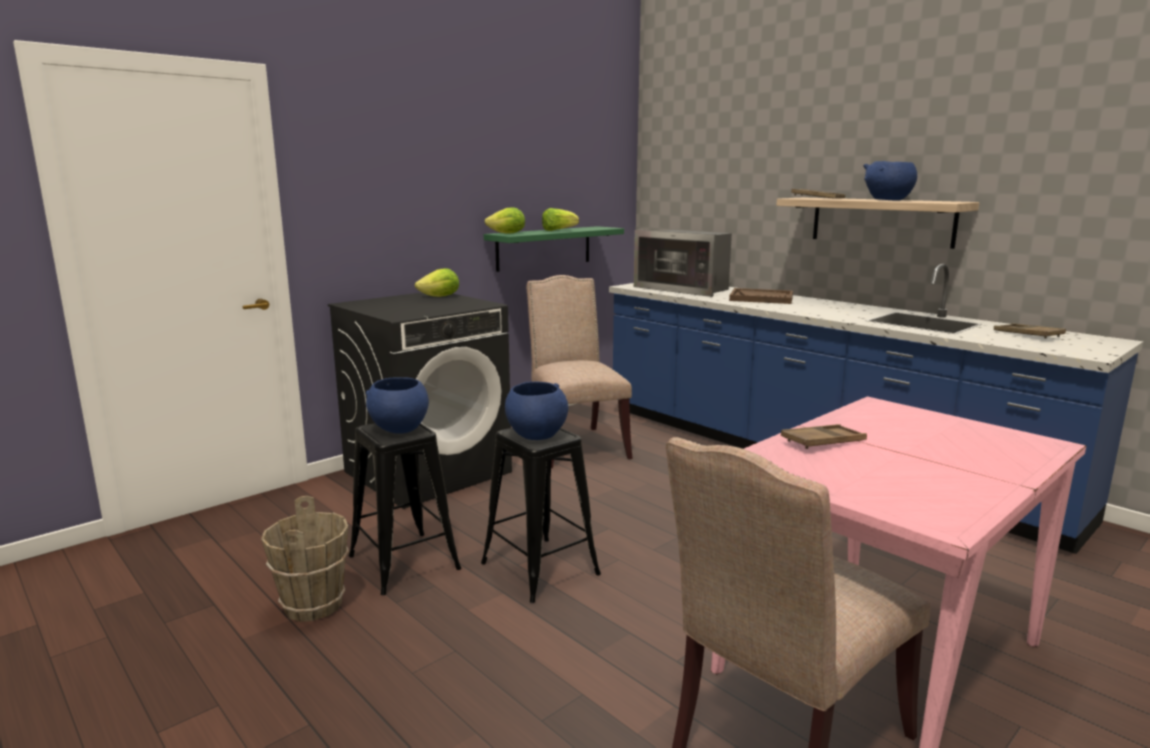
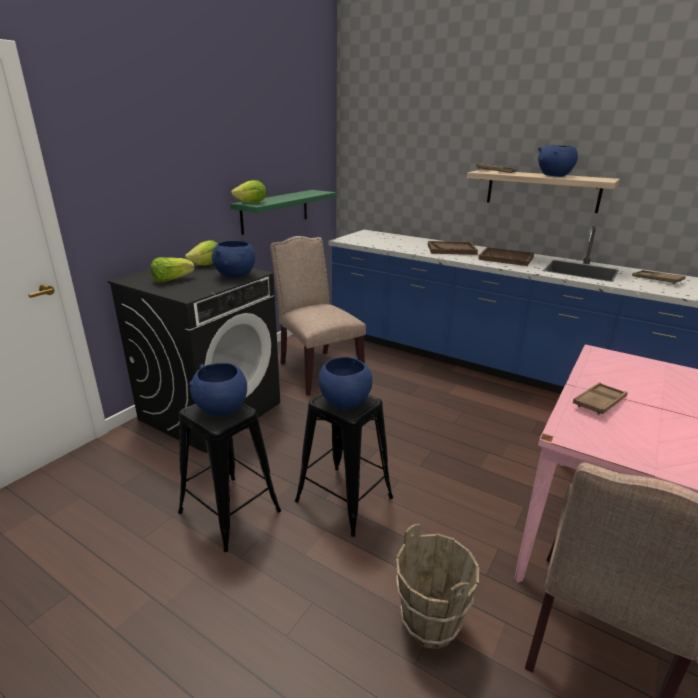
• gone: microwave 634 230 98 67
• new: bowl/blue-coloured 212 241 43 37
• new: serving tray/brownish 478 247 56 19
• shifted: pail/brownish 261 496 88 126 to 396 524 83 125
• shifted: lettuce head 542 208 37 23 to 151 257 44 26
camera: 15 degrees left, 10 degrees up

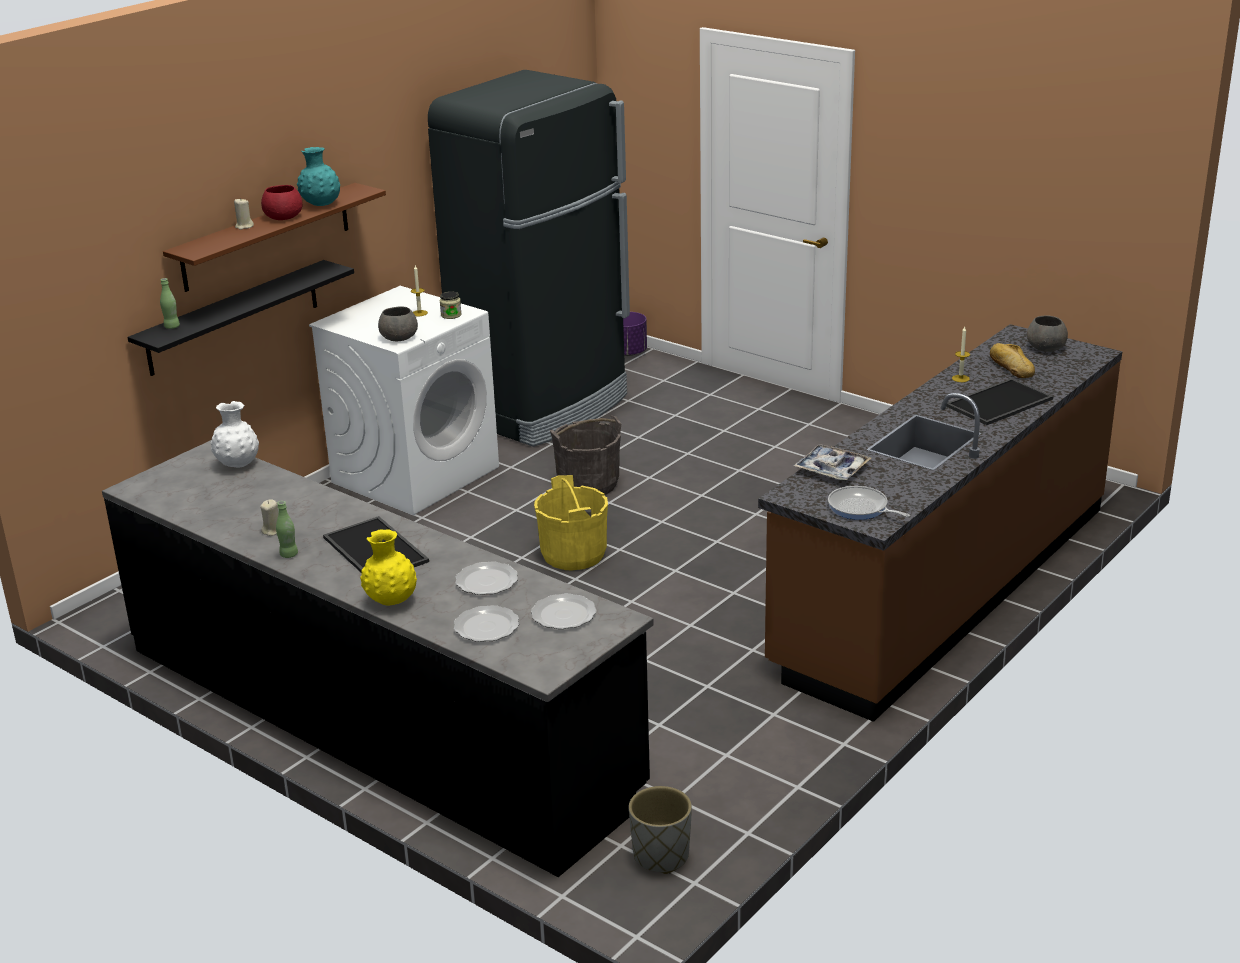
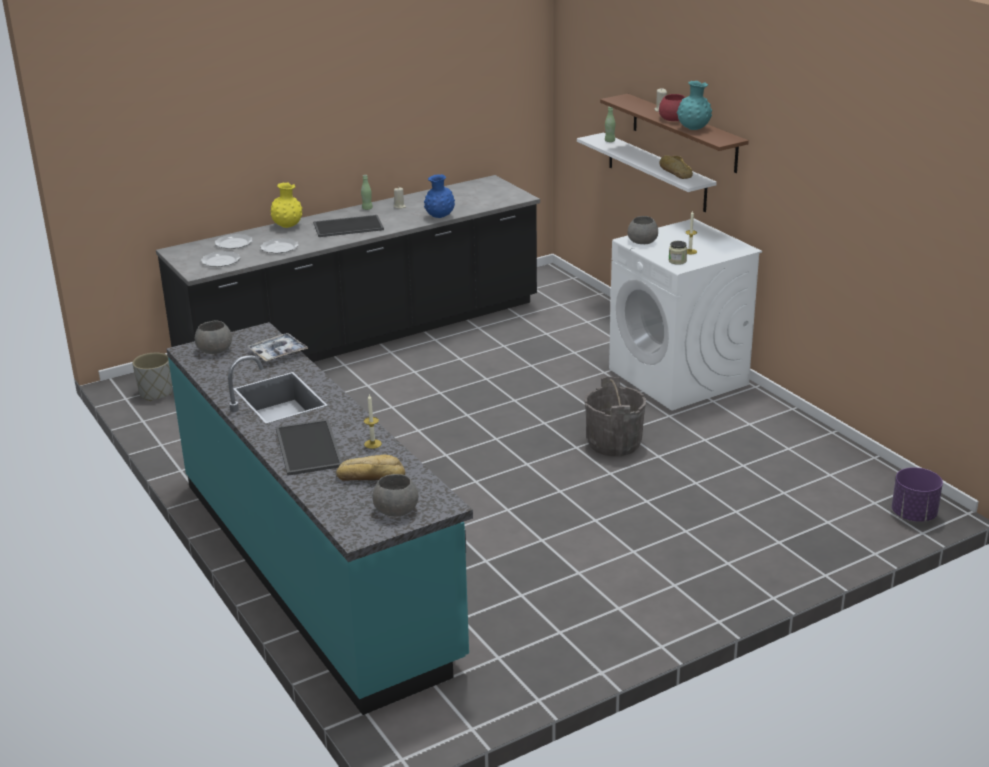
• gone: flower vase/whitish 211 401 48 66
• gone: fridge/black 428 70 202 377
• gone: pail/yellowish 534 475 74 96
• new: flower vase/blue-coloured 424 174 31 44
• new: bakery bread 660 155 33 24
• swapped: skillet 828 486 82 34 to bowl/gray 195 321 37 33
• repainted: wall shelf/black 128 260 226 116 to wall shelf/whitish 577 133 140 79
• repainted: kitchen counter/brownish 758 324 364 398 to kitchen counter/turquoise-coloured 167 322 306 393
camera: 110 degrees right, 0 degrees up

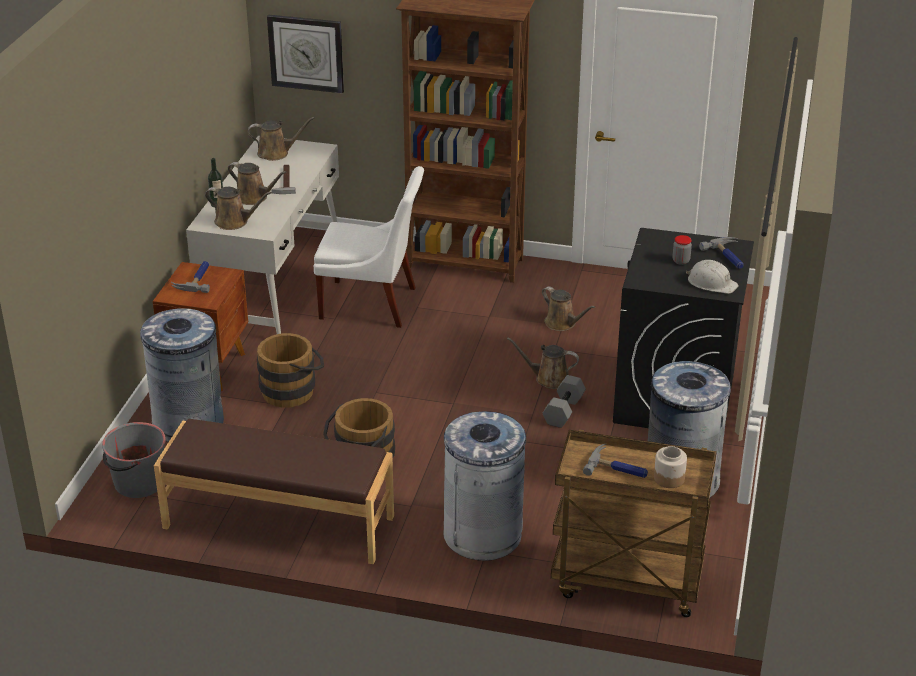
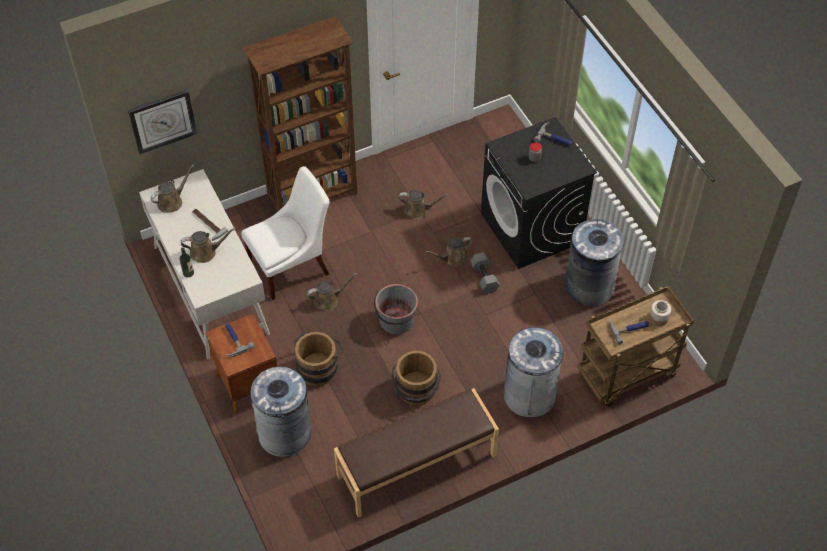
• gone: work helmet/whitish 686 260 53 34
• shifted: pail/gray 102 422 64 76 to 374 284 44 51
• shifted: sprinkling can/brownish 205 187 67 43 to 307 273 50 38
camera: 40 degrees left, 20 degrees up

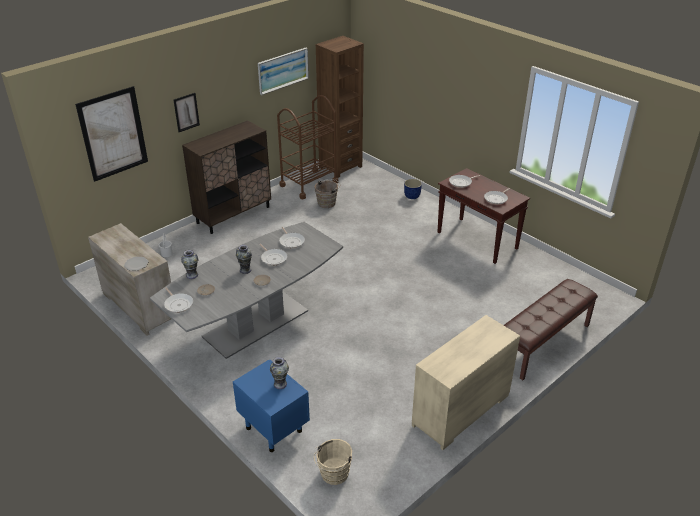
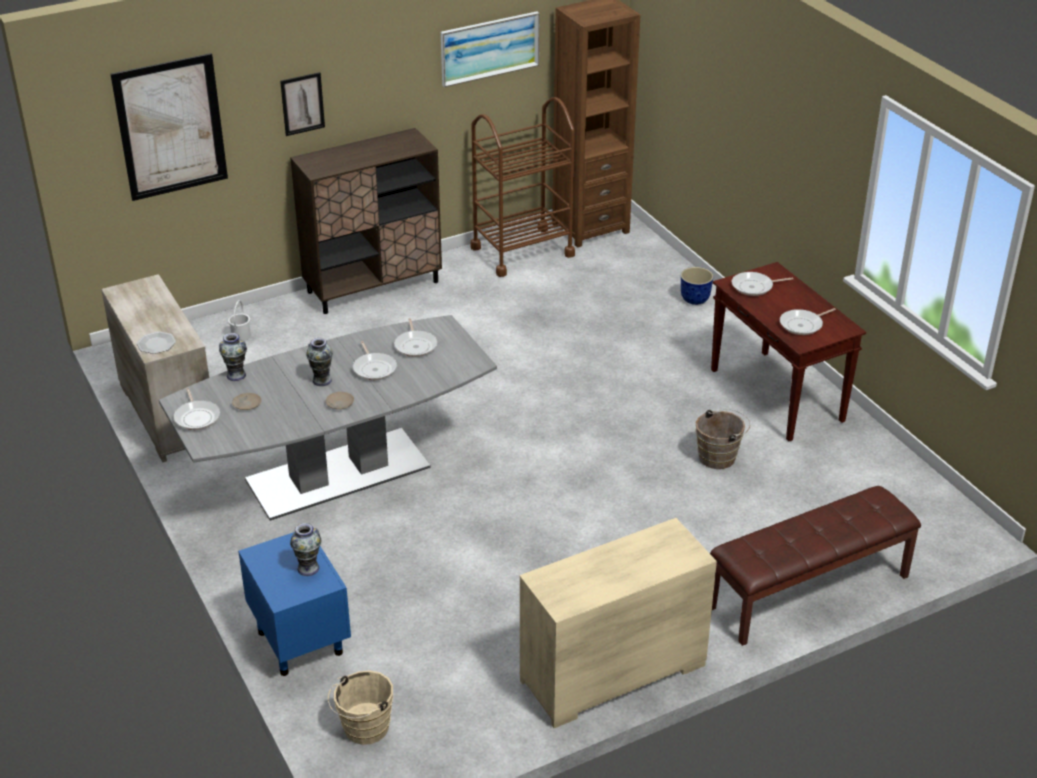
• shifted: pail/brownish 315 179 25 29 to 695 409 55 60
camera: 15 degrees right, 0 degrees up

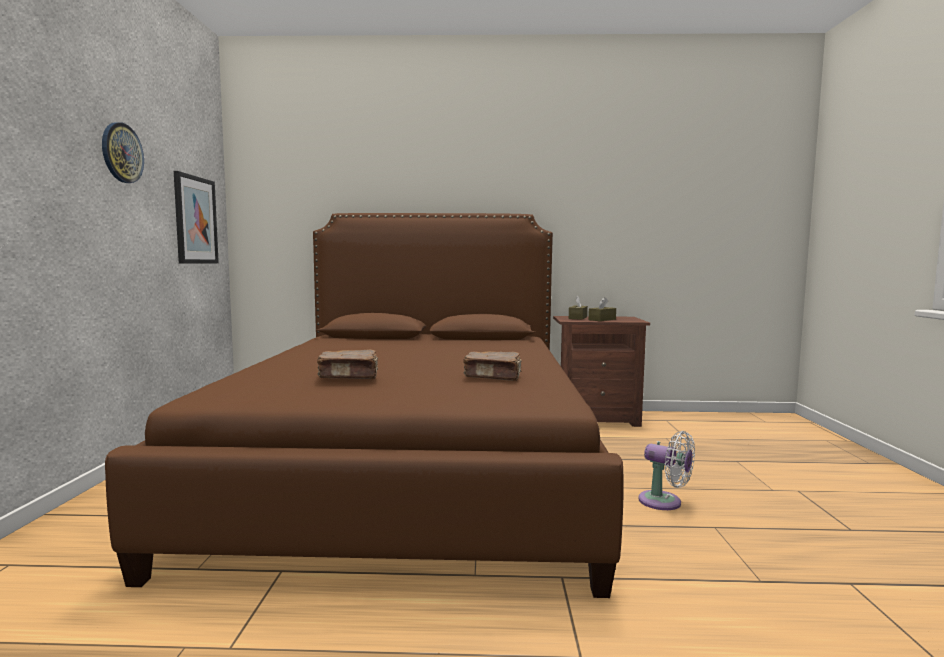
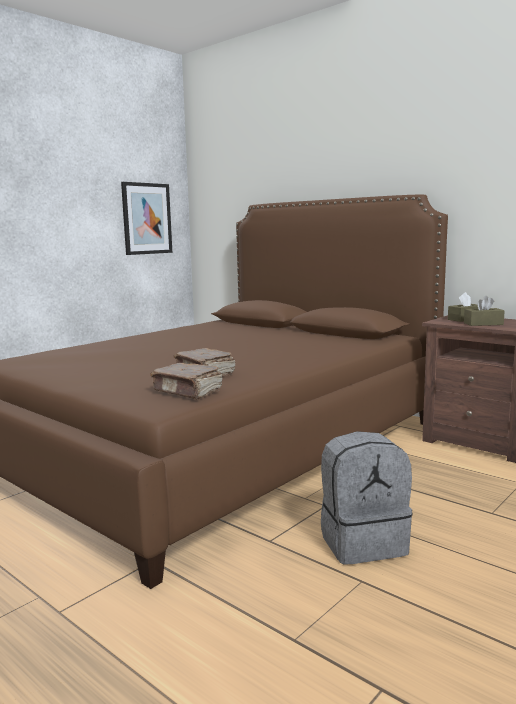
• gone: clock on the wall 102 122 42 61
• shifted: volume/brownish 317 350 62 29 to 150 363 72 36
• swapped: fan/whitish 638 431 57 79 to backpack/gray 321 431 92 134
camera: 40 degrees right, 5 degrees up

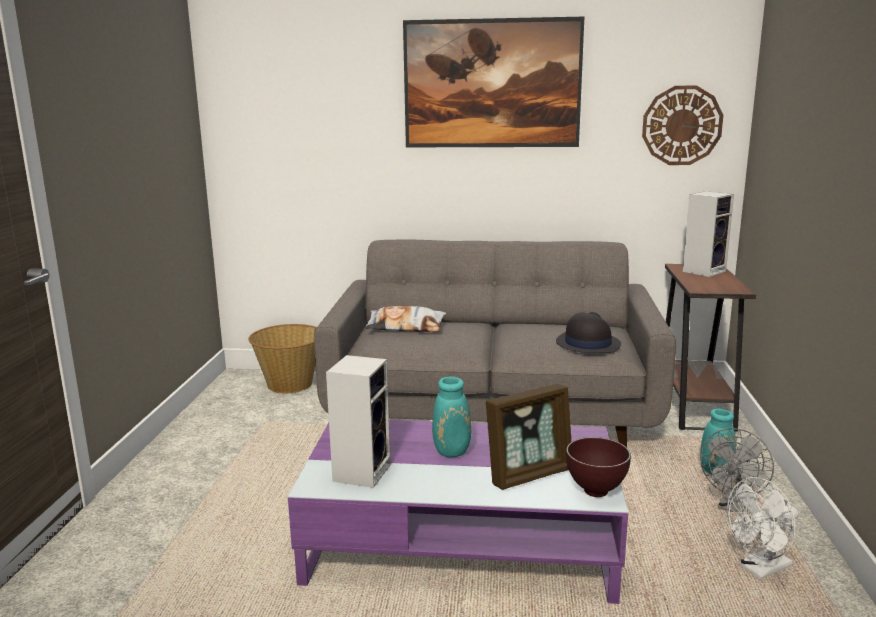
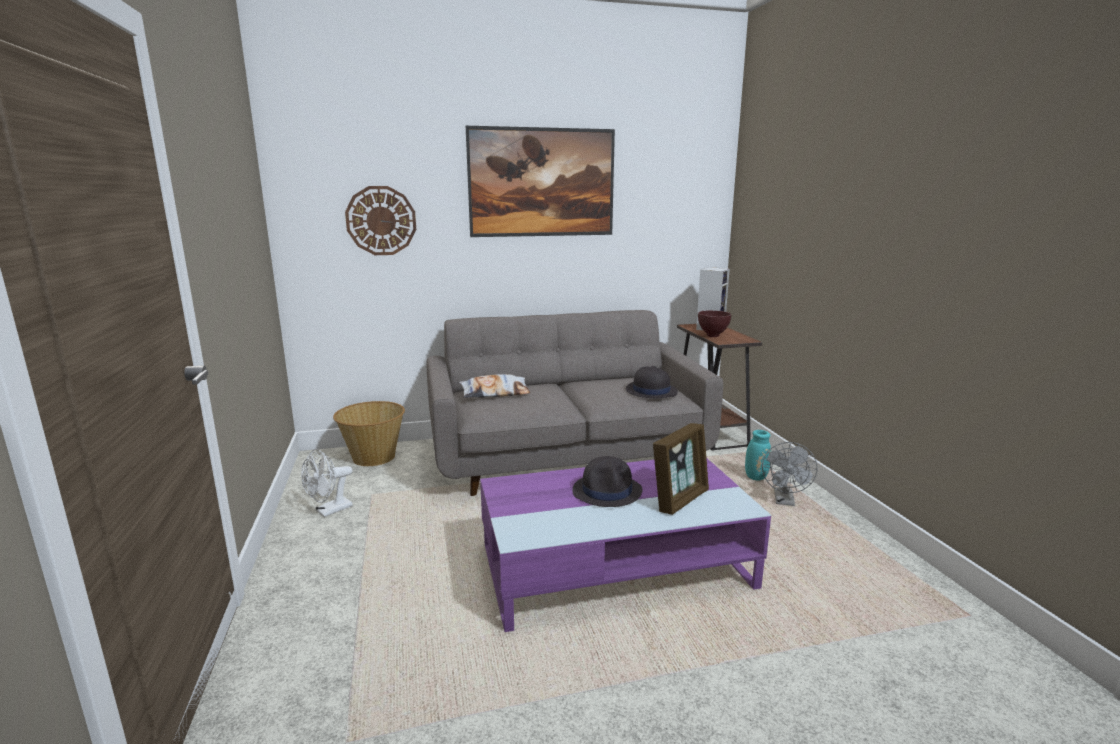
• gone: audio speaker 326 355 65 133
• shifted: bowl/brownish 566 437 65 60 to 698 310 33 27
• shifted: clock on the wall 642 85 81 80 to 345 186 71 69
• shifted: fan/whitish 727 477 71 102 to 301 449 52 68
• swapped: flower vase/turquoise-coloured 432 376 40 82 to clothing hat/black 572 456 70 51
camera: 20 degrees left, 0 degrees up

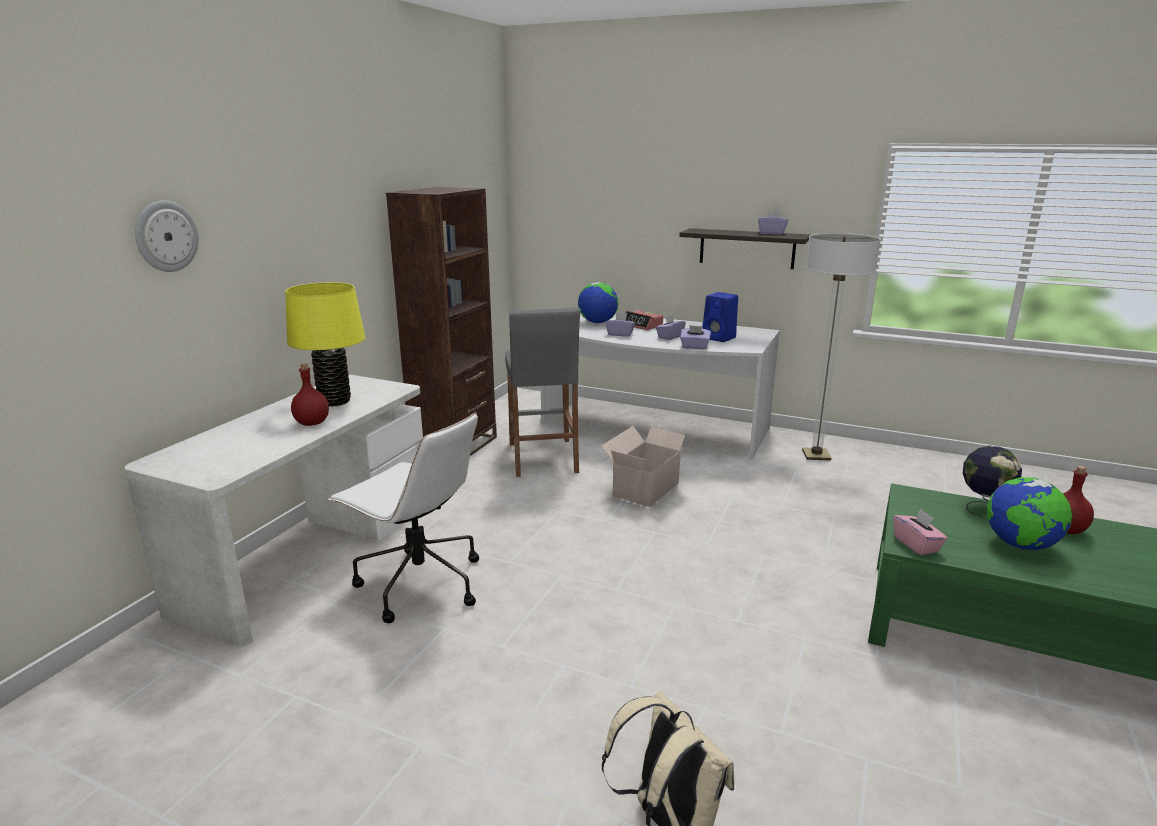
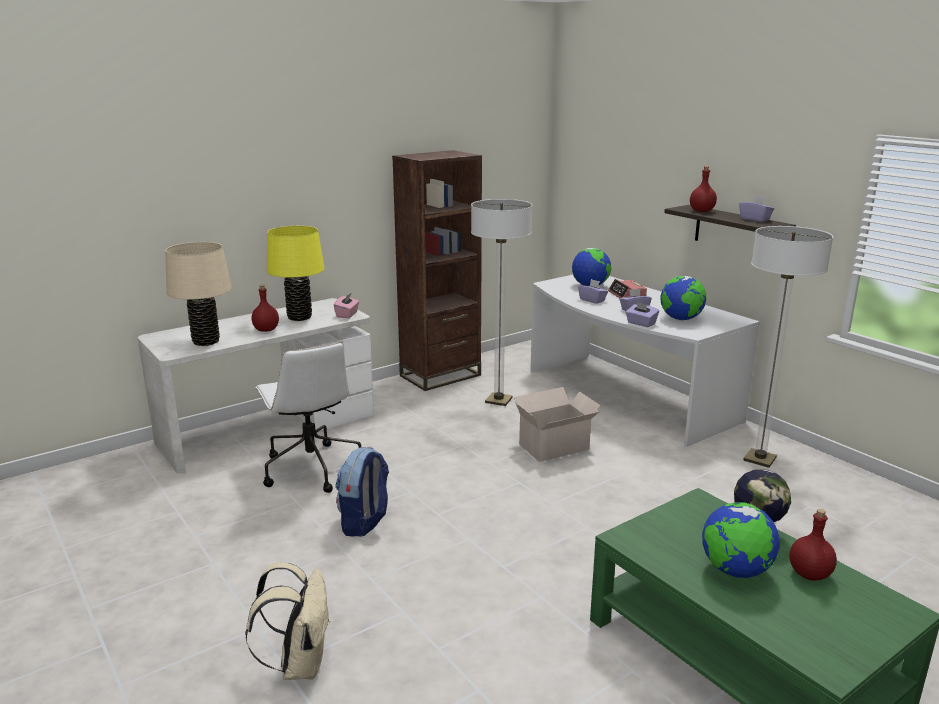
• gone: clock on the wall 135 201 64 71
• new: tabletop lamp/sand-coloured 165 242 67 104
• new: backpack 335 447 54 90
• new: beverage bottle/reddish 690 166 27 46
• shifted: tissue box/pink-coloured 893 508 54 47 to 334 293 25 25
• swapped: stool seat/gray 505 307 75 170 to standing lamp 471 199 61 207
• swapped: audio speaker/blue-coloured 702 292 36 50 to world globe 660 276 47 44
camera: 30 degrees right, 0 degrees up

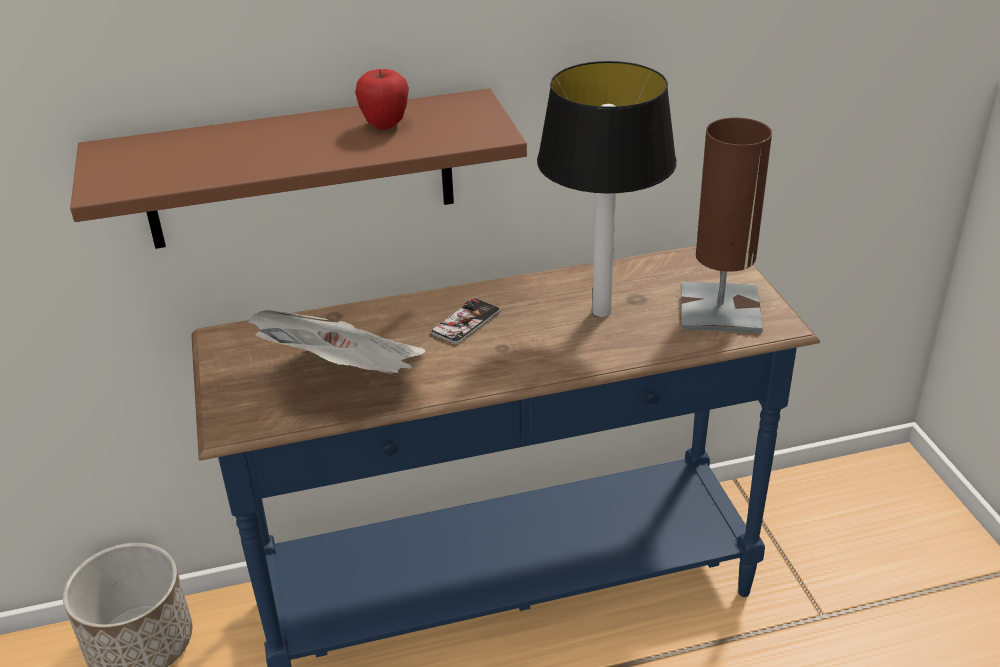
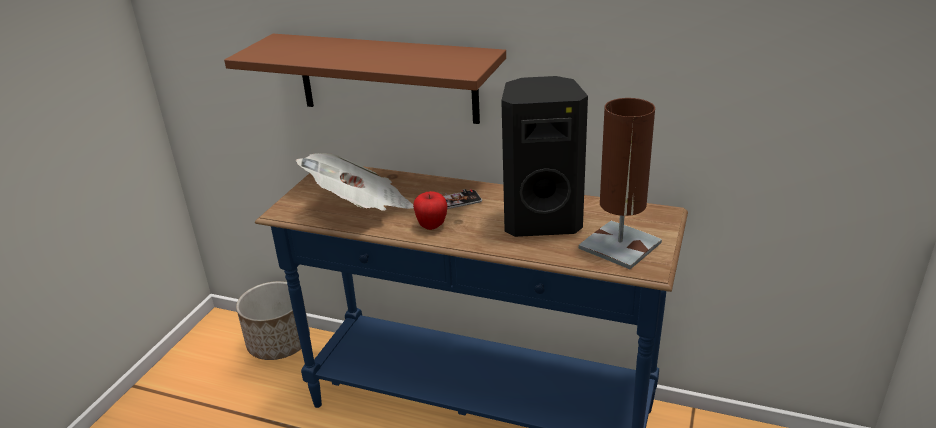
• shifted: whole apple 355 69 54 61 to 413 191 34 39
• swapped: tabletop lamp 537 61 140 256 to audio speaker/black 501 76 87 161
camera: 35 degrees right, 5 degrees down

